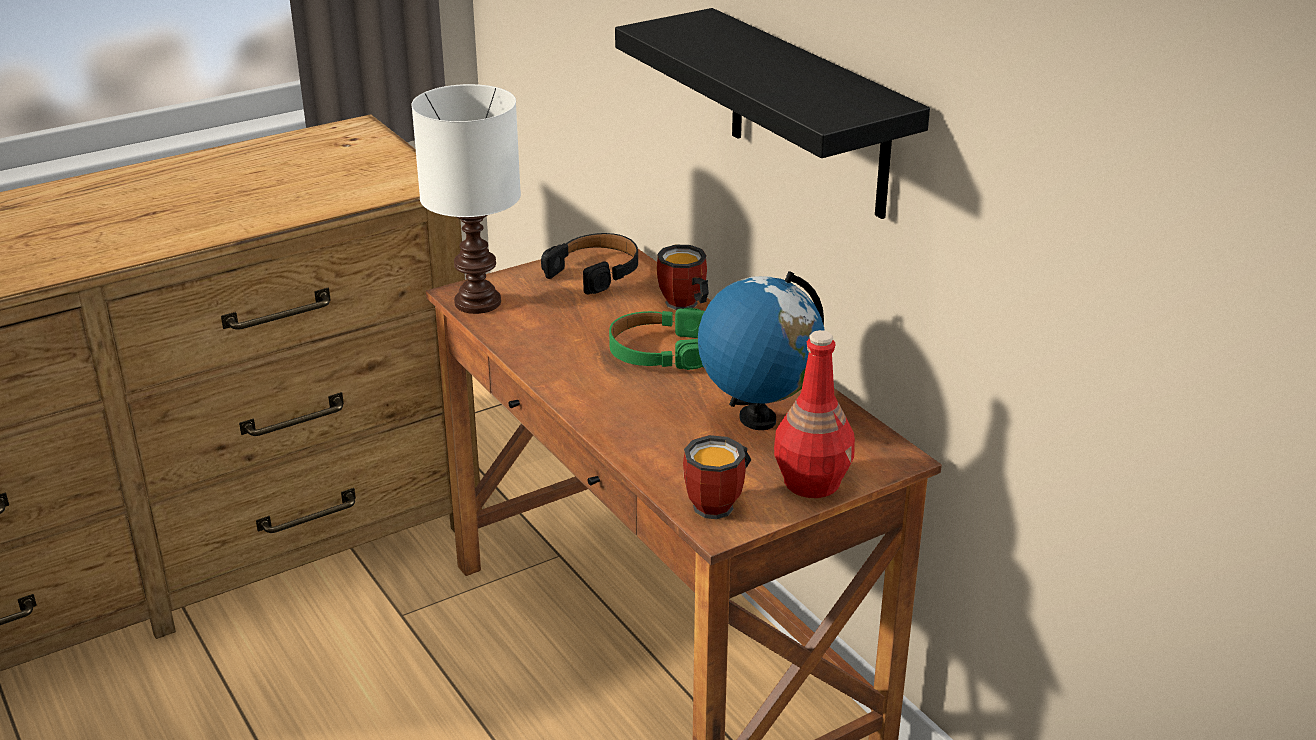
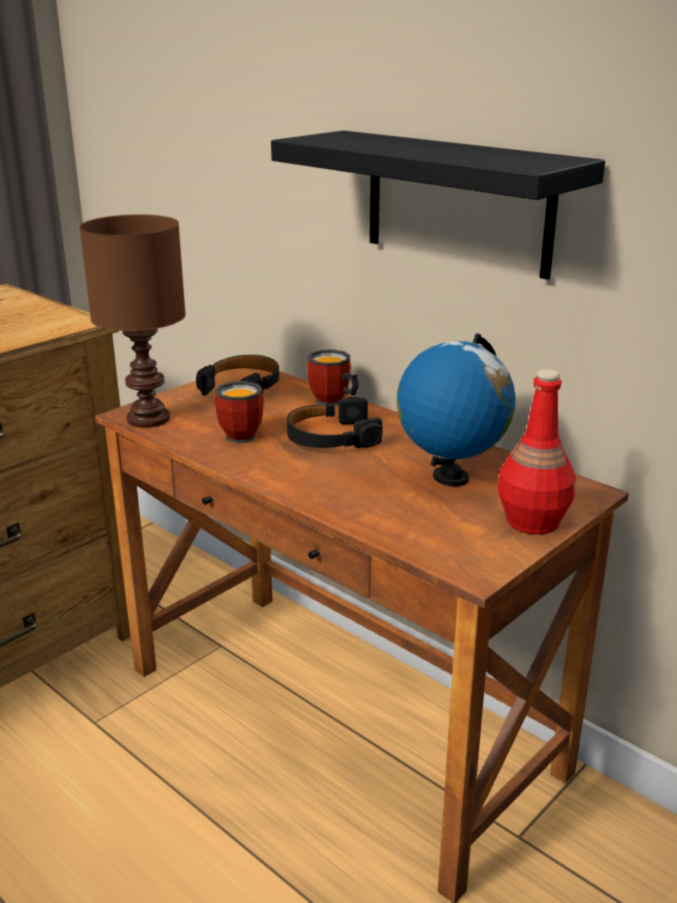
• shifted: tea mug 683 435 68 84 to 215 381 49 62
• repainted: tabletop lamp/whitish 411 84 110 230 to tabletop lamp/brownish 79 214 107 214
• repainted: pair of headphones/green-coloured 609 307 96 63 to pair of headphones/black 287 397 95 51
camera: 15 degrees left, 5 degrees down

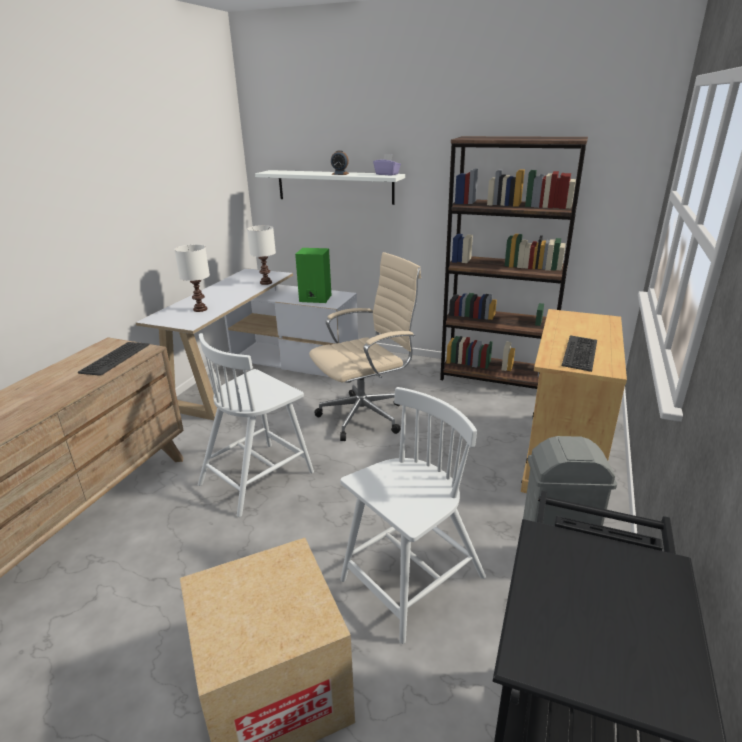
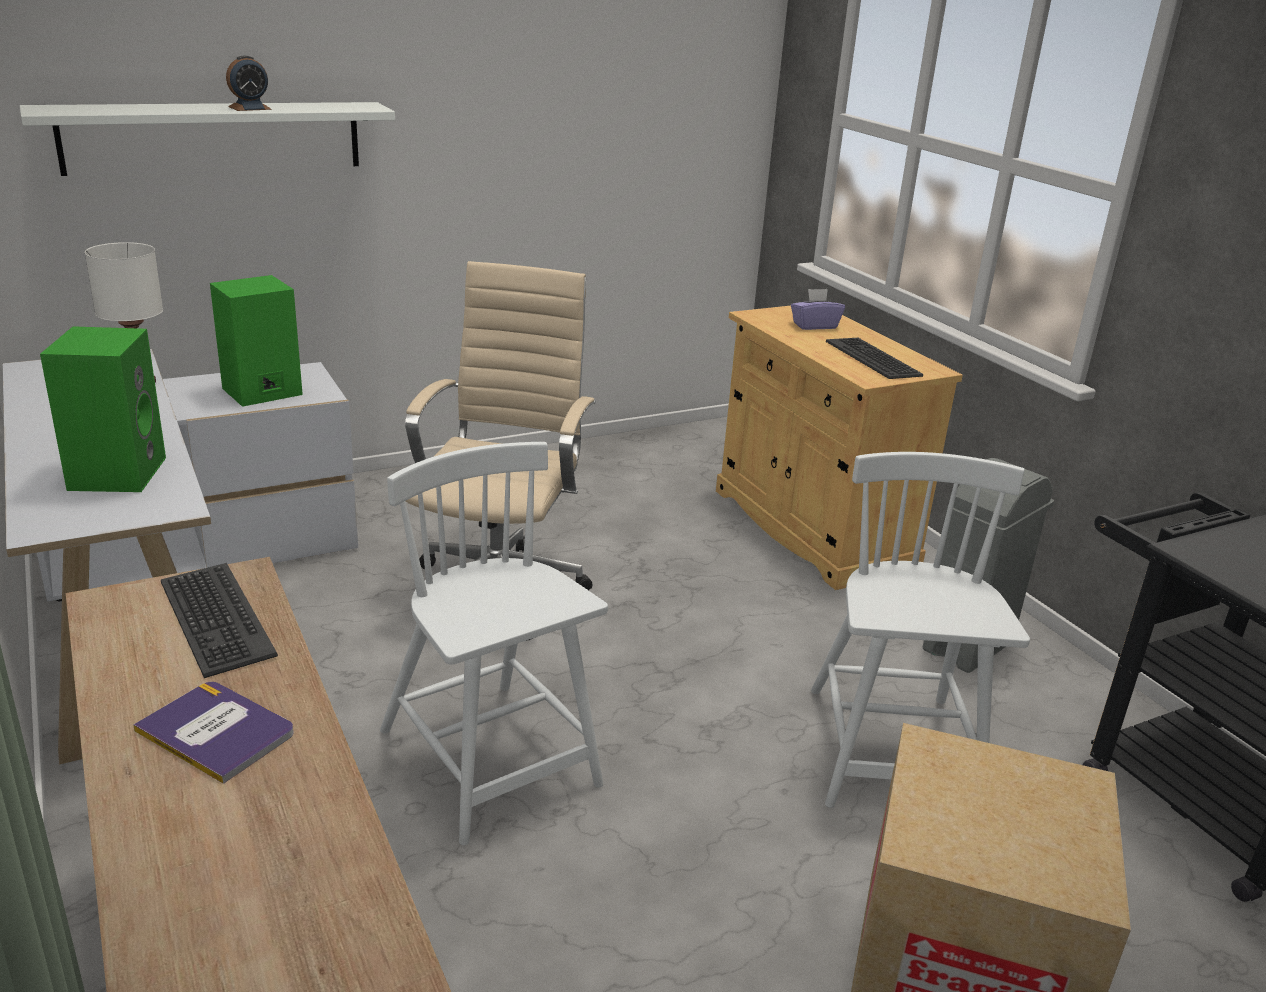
• gone: shelving unit/brownish 440 136 148 253
• new: volume 134 682 160 102
• shifted: tissue box/purplish 373 154 28 22 to 791 289 54 41
• swapped: tabletop lamp/whitish 174 244 36 68 to audio speaker/green-coloured 40 326 126 166
• rotated: chair/whitish 198 333 116 184 = 380 442 228 403 150 degrees clockwise
camera: 50 degrees left, 0 degrees up

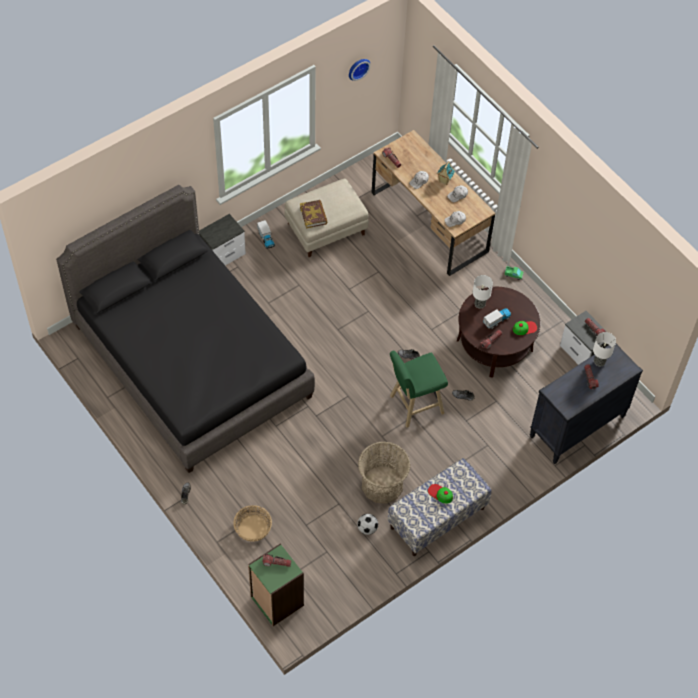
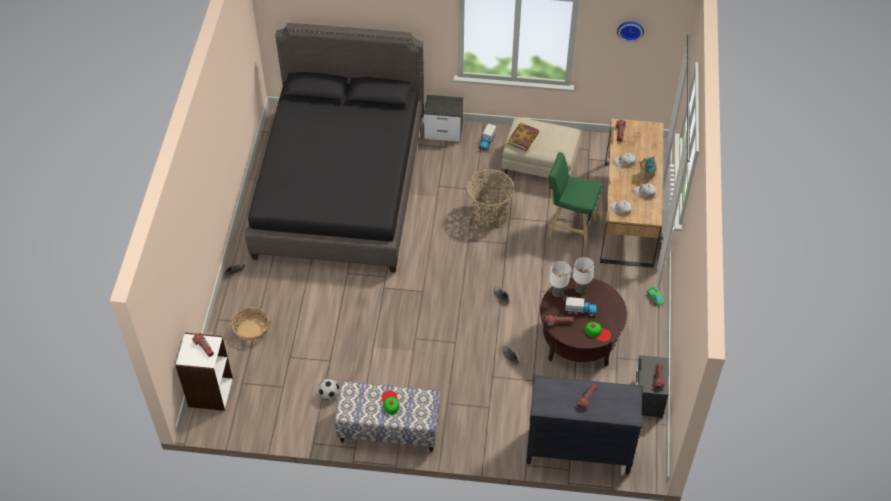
• shifted: storage basket 358 442 52 62 to 466 169 49 60
• shifted: stool seat/green-coloured 390 351 58 77 to 548 152 54 96
• shifted: tabletop lamp 593 332 23 34 to 550 261 21 36
• repainted: shelving unit/green-coloured 248 544 56 82 to shelving unit/whitish 175 333 58 78
camera: 45 degrees right, 5 degrees down

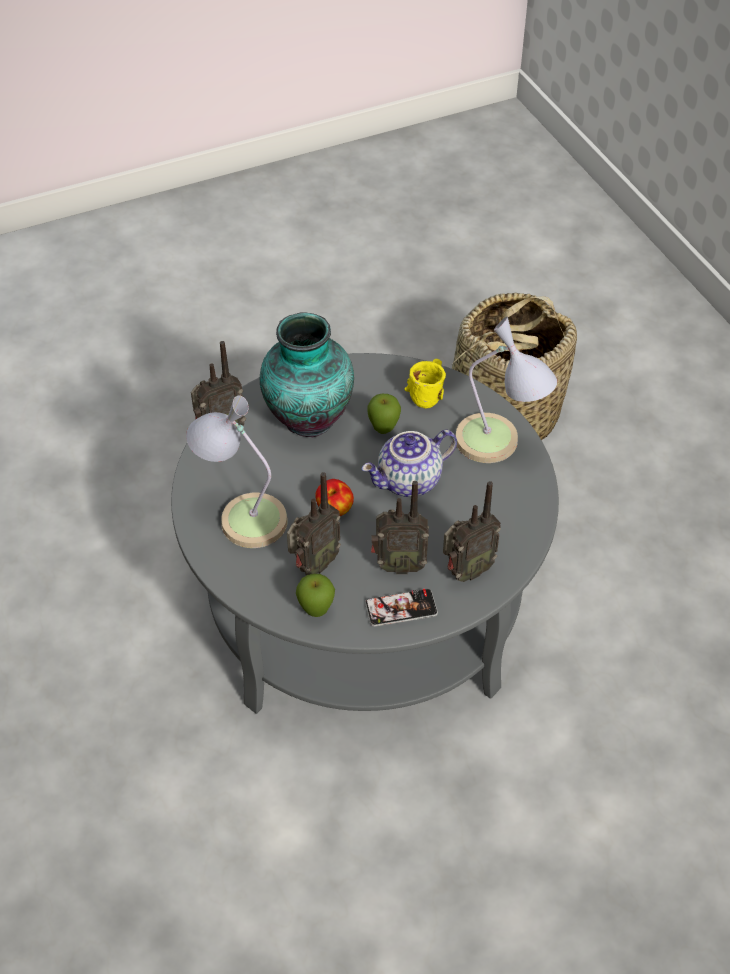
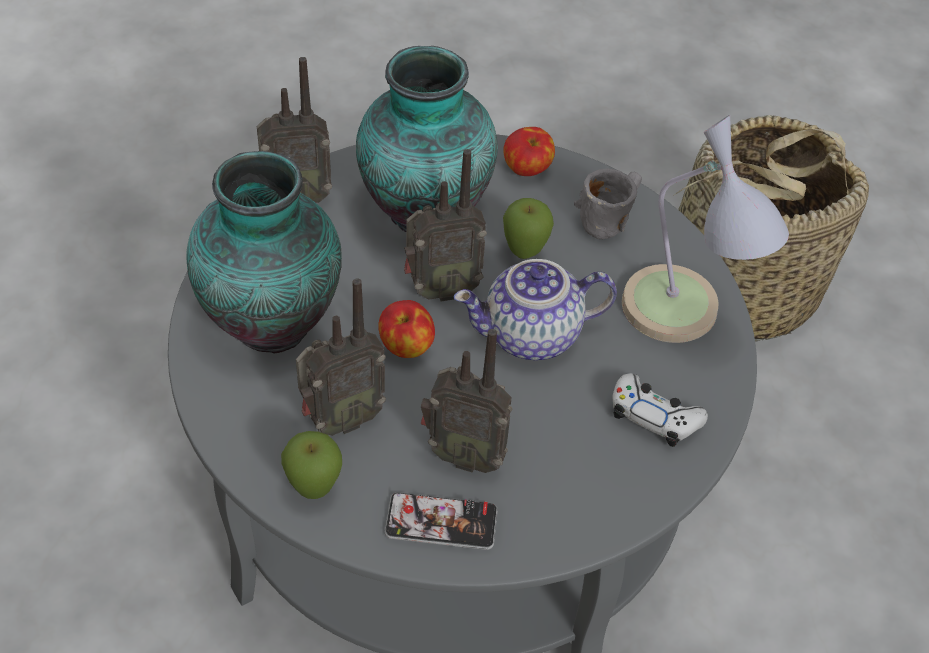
• new: whole apple 504 127 51 49
• new: joypad/whitish 613 373 95 74
• shifted: radio set 443 481 58 101 to 404 149 83 152
• swapped: tabletop lamp 186 395 102 153 to flower vase 187 151 155 203
• repainted: tea mug/yellowish 404 359 42 50 to tea mug/gray 574 168 68 71
camera: 15 degrees right, 0 degrees up

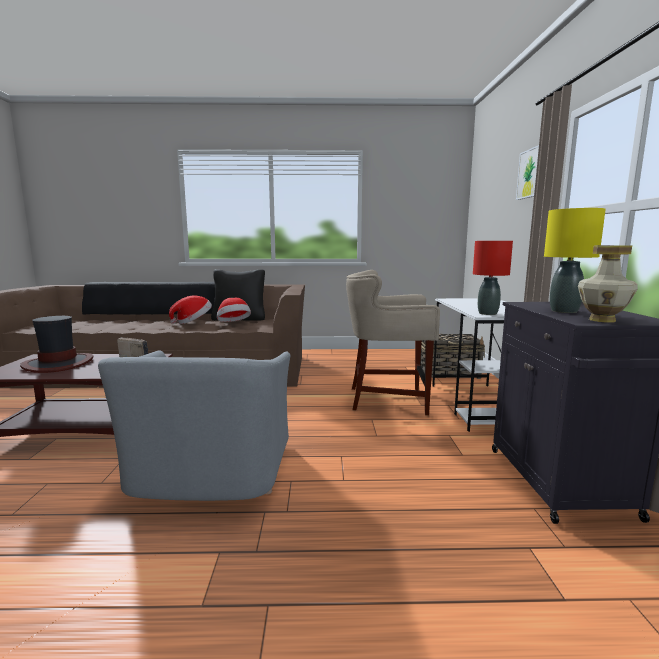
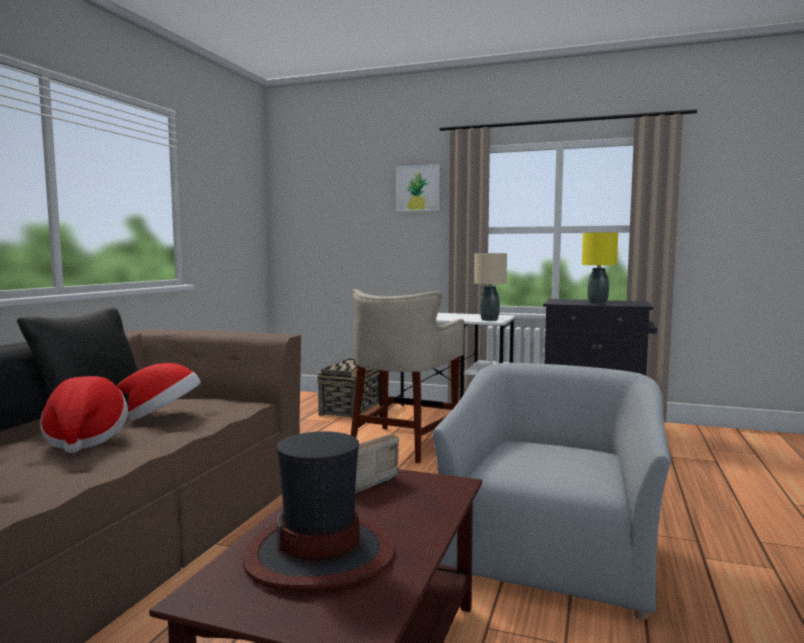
• gone: flower vase 578 245 60 78
• repainted: tabletop lamp/reddish 473 241 40 74 to tabletop lamp/sand-coloured 474 253 33 68
• rotated: lounge chair/gray 98 350 192 151 = 433 363 238 257 90 degrees counterclockwise
camera: 70 degrees left, 5 degrees down

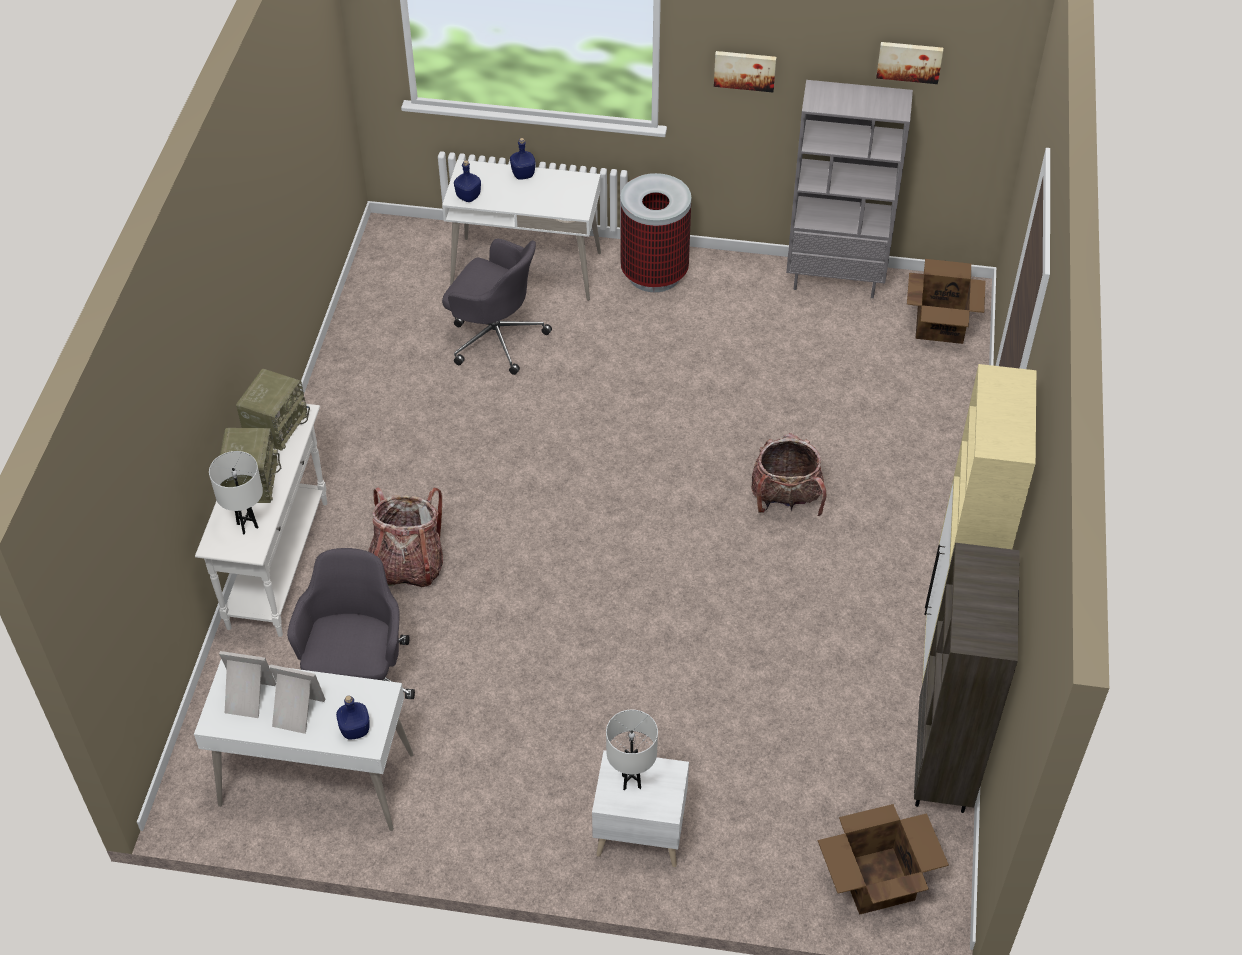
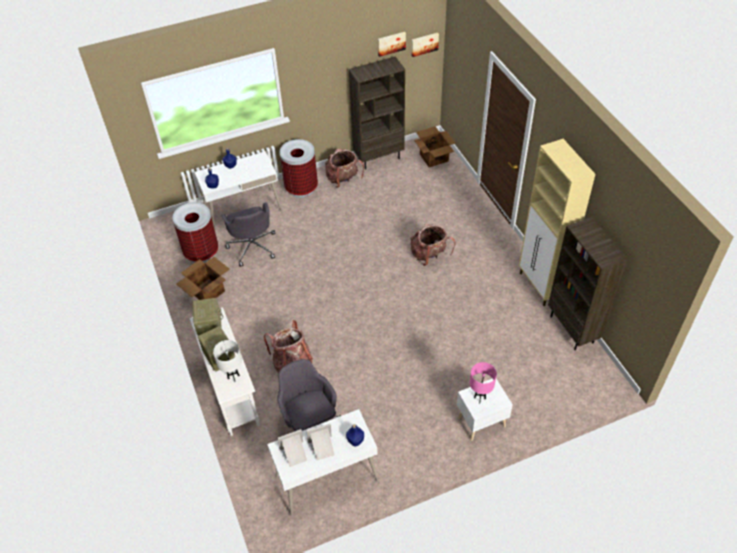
• new: waste bin 172 202 46 61
• new: backpack 325 149 39 39
• shifted: picture 714 51 62 41 to 411 33 28 24
• shifted: carton 818 804 131 111 to 176 257 54 43
• repainted: tabletop lamp/whitish 606 710 52 81 to tabletop lamp/pink-coloured 470 362 27 41
• repainted: shelving unit/gray 786 80 127 218 to shelving unit/brownish 349 56 56 114
• rotated: computer chair/gray 442 239 110 136 = 221 202 55 65 75 degrees clockwise
camera: 30 degrees left, 0 degrees up

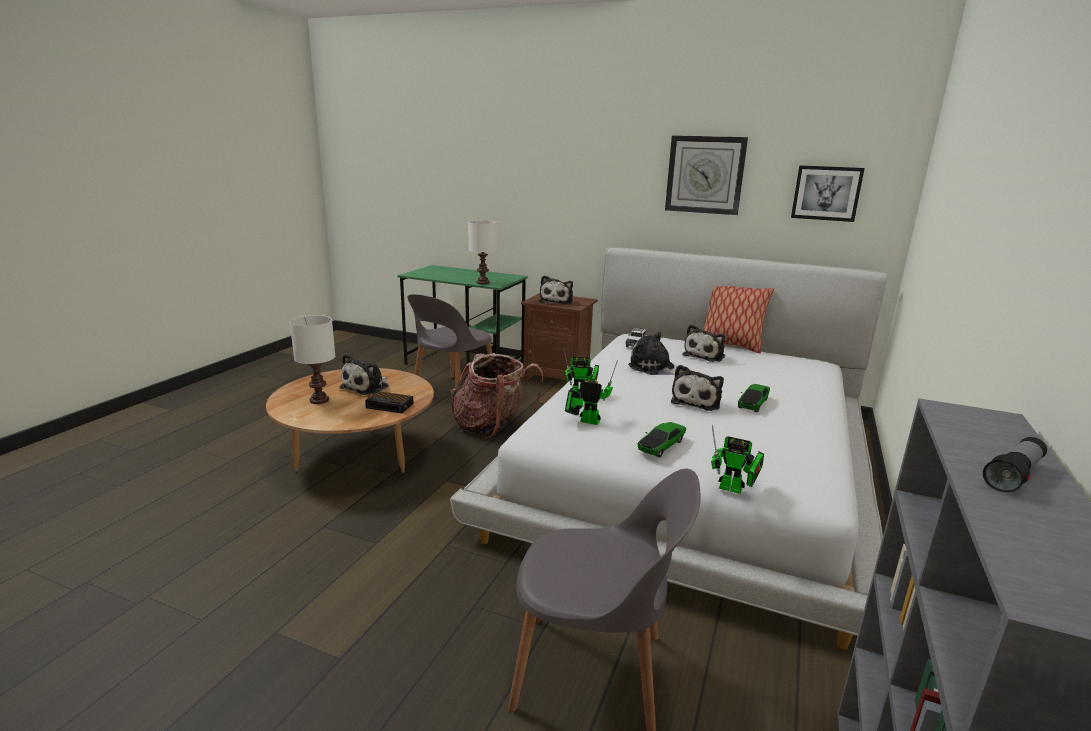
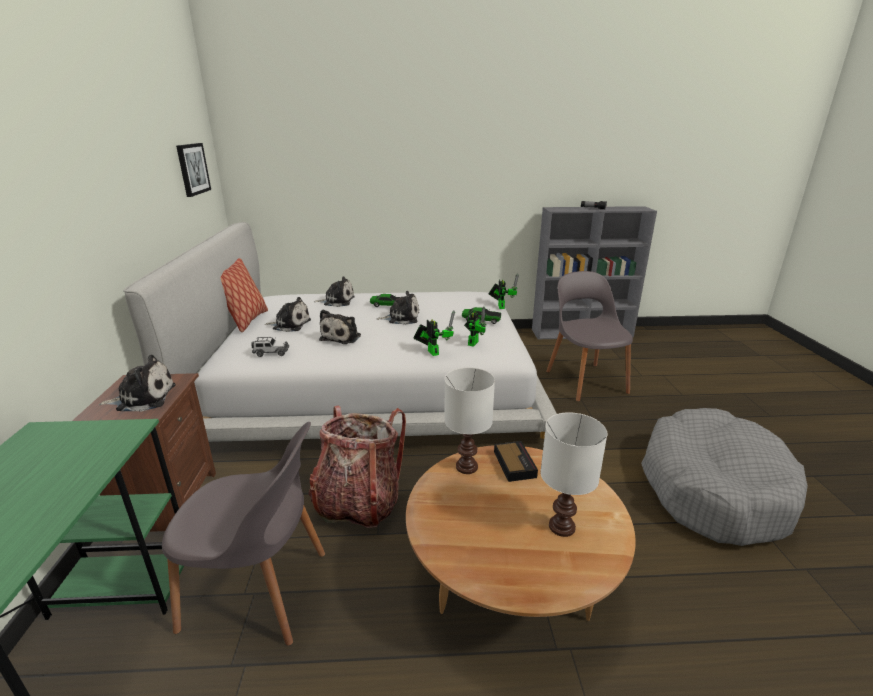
• gone: clock on the wall 665 135 83 80
• new: pet bed/gray 641 408 167 138
• shifted: soft toy 340 354 49 41 to 314 277 41 30
• shifted: tabletop lamp/whitish 468 220 29 64 to 444 367 51 107
• rotated: toy robot 565 360 53 65 = 464 307 22 40 150 degrees counterclockwise
camera: 115 degrees left, 5 degrees up

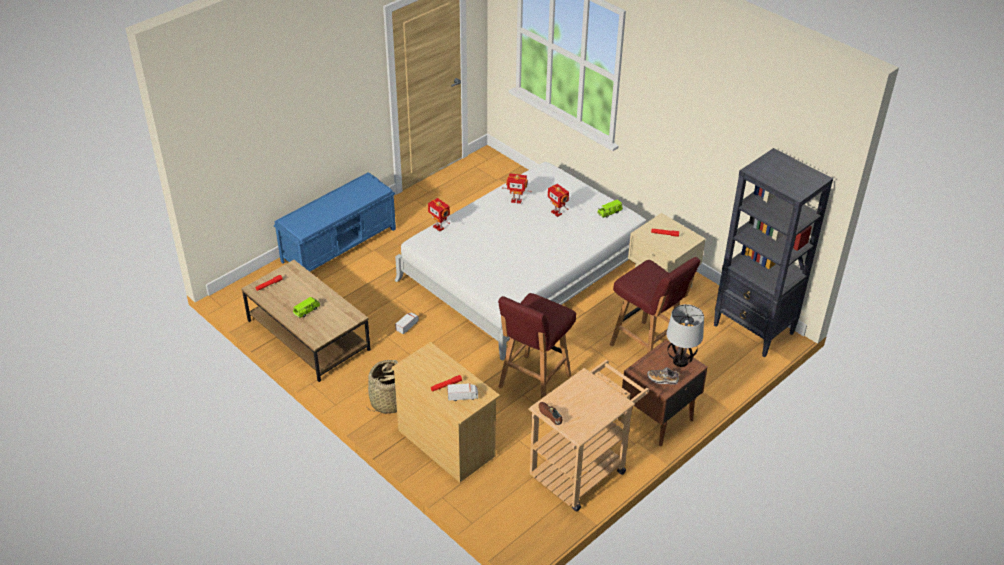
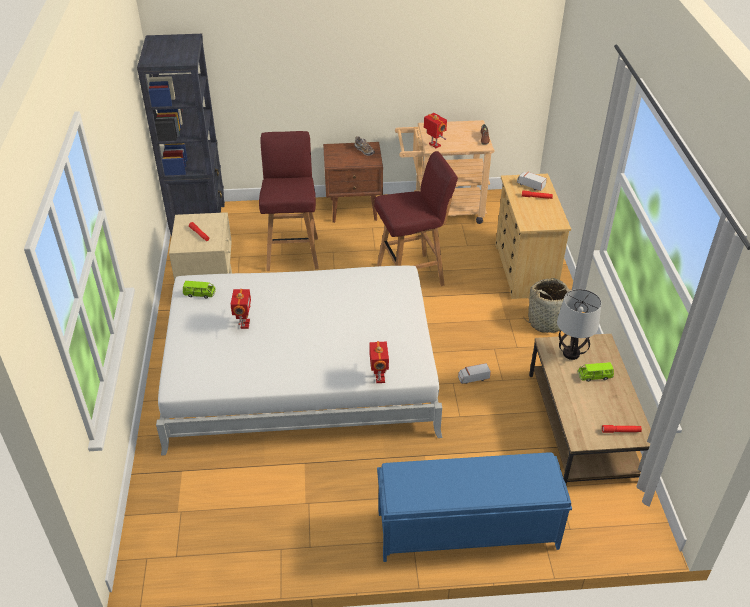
• shifted: toy robot 502 173 30 31 to 423 113 24 35
• shifted: tabletop lamp 666 304 38 63 to 557 289 44 71
camera: 140 degrees left, 0 degrees up

